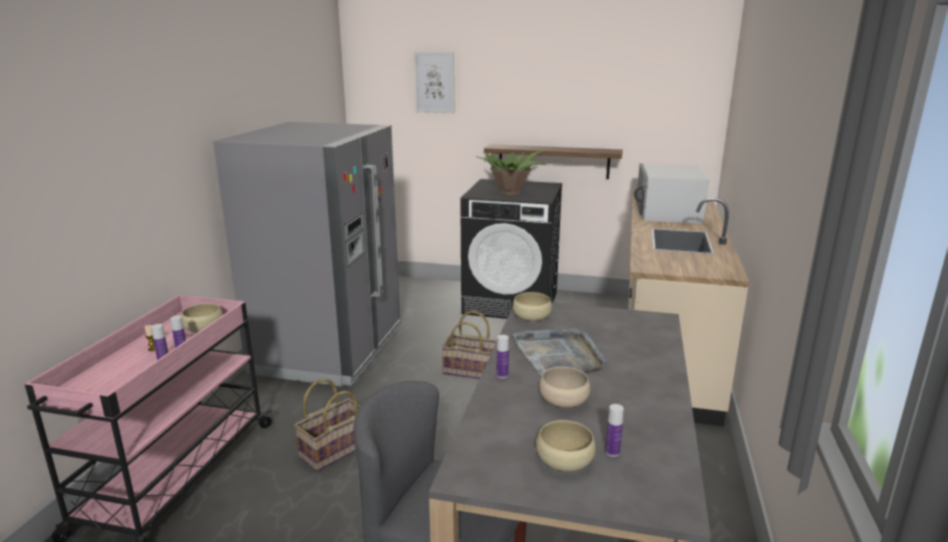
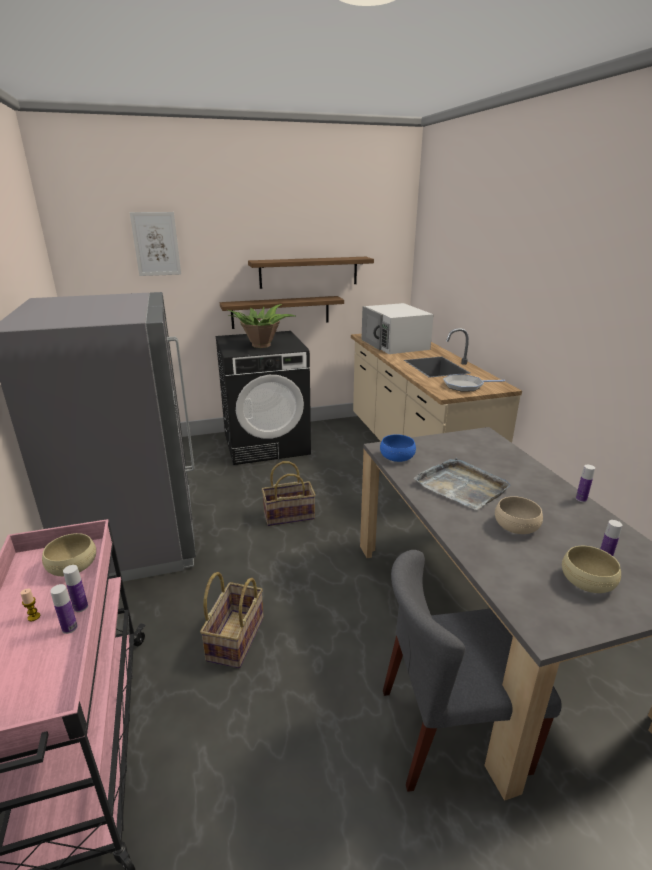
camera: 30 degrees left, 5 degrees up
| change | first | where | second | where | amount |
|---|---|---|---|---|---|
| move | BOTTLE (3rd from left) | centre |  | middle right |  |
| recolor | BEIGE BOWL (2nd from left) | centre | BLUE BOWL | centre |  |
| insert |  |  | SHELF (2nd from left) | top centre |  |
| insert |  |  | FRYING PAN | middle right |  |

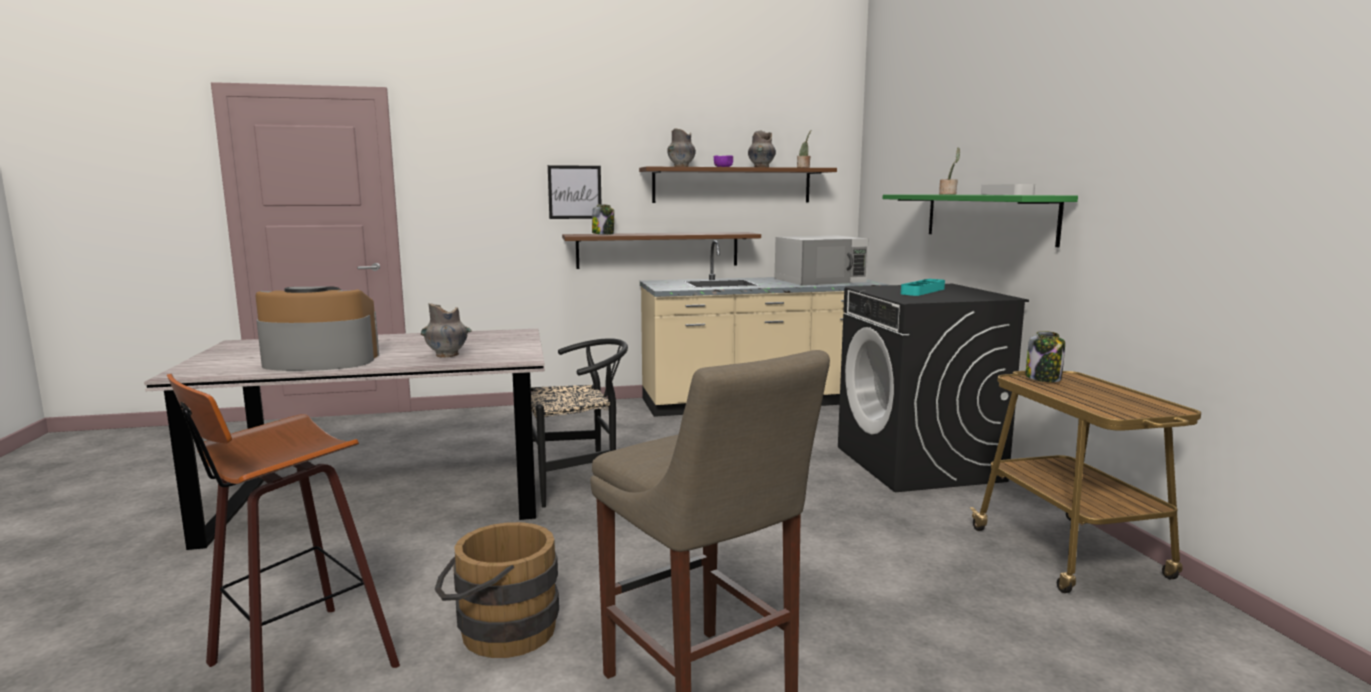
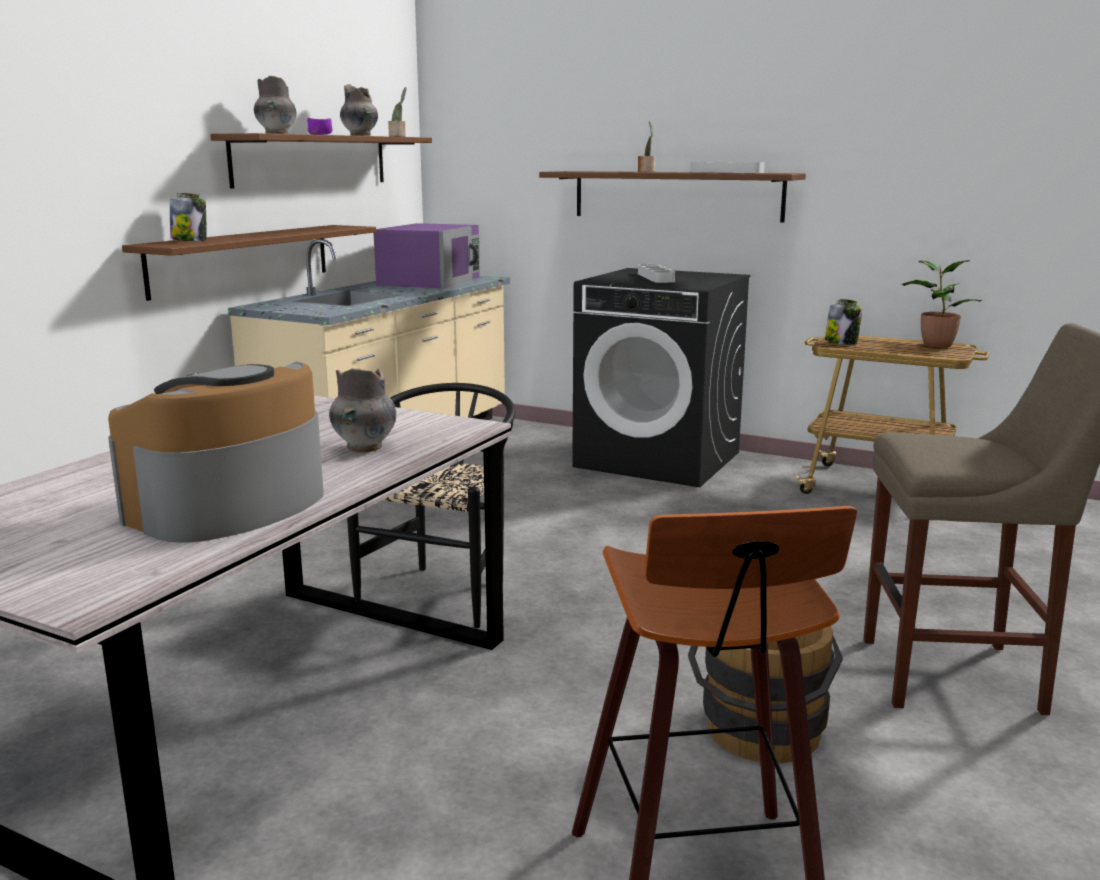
camera: 50 degrees left, 5 degrees up
| change | first | where | second | where | amount |
|---|---|---|---|---|---|
| delete | PICTURE | top centre |  |  |  |
| recolor | WHITE MICROWAVE | centre | PURPLE MICROWAVE | top centre |  |
| recolor | GREEN SHELF | top right | BROWN SHELF (3rd from left) | top centre |  |
| recolor | TURQUOISE TRAY | middle right | GREY TRAY (1st from left) | top centre |  |
| insert |  |  | POTTED PLANT (3rd from left) | middle right |  |

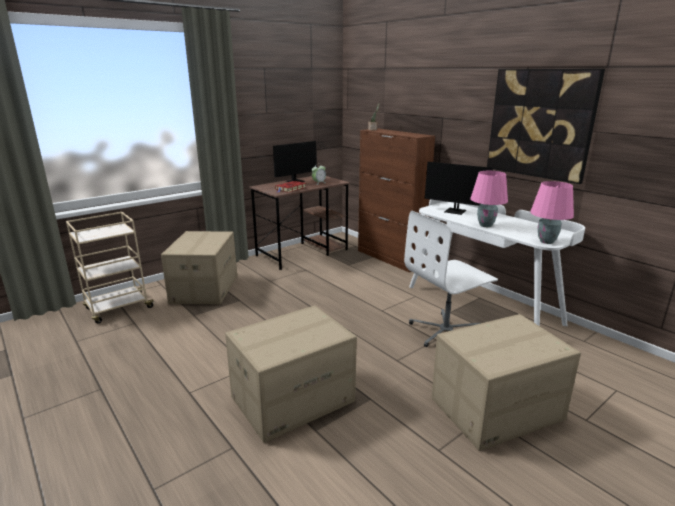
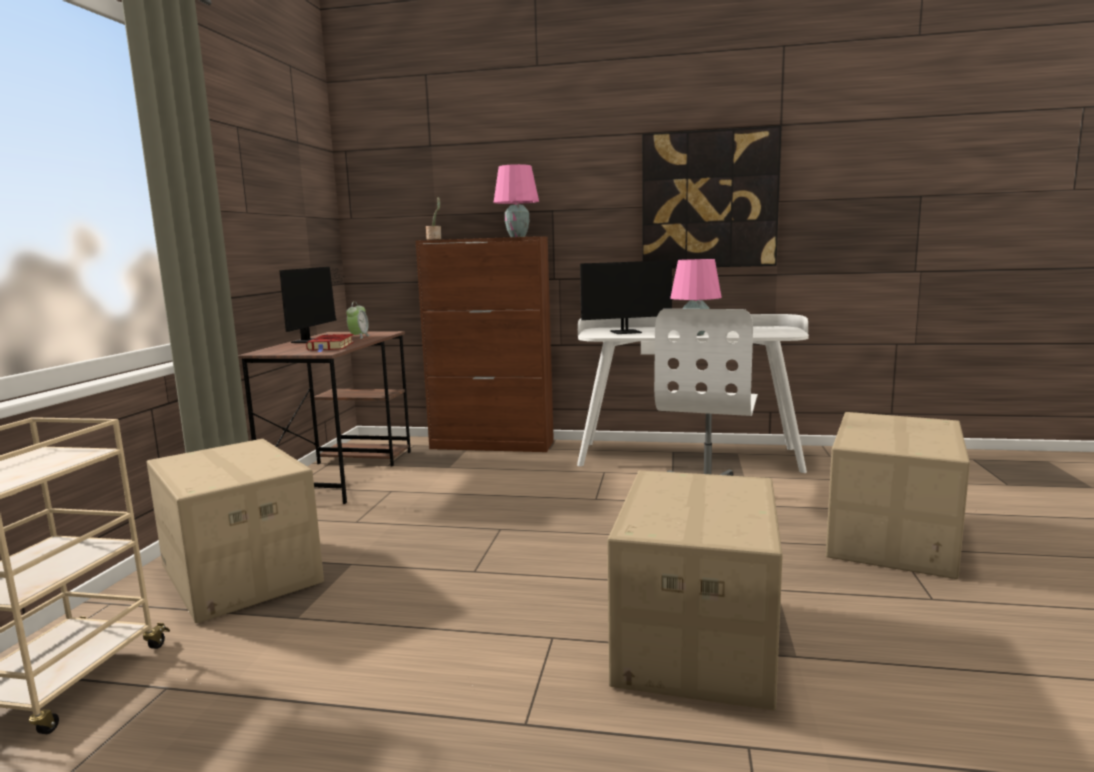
camera: 40 degrees left, 10 degrees down
| change | first | where | second | where | amount |
|---|---|---|---|---|---|
| move | PINK TABLE LAMP (2nd from left in the first image) | middle right | PINK TABLE LAMP (1st from left) | top centre |  |

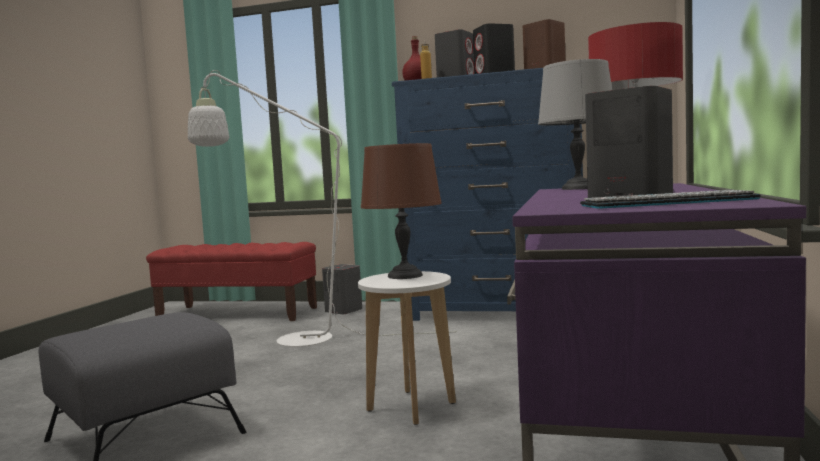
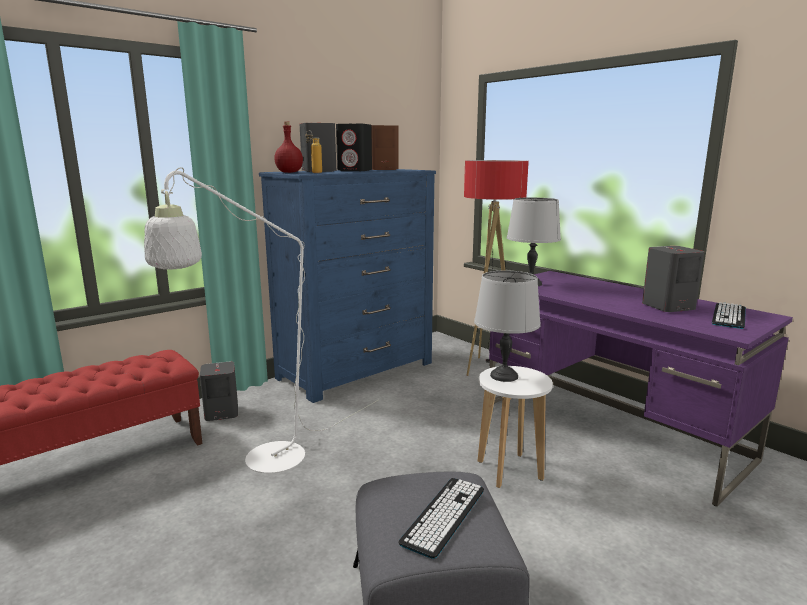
camera: 55 degrees left, 10 degrees up
| change | first | where | second | where | amount |
|---|---|---|---|---|---|
| recolor | BROWN TABLE LAMP | centre | GREY TABLE LAMP (1st from left) | centre |  |
| insert |  |  | KEYBOARD (1st from left) | bottom centre |  |

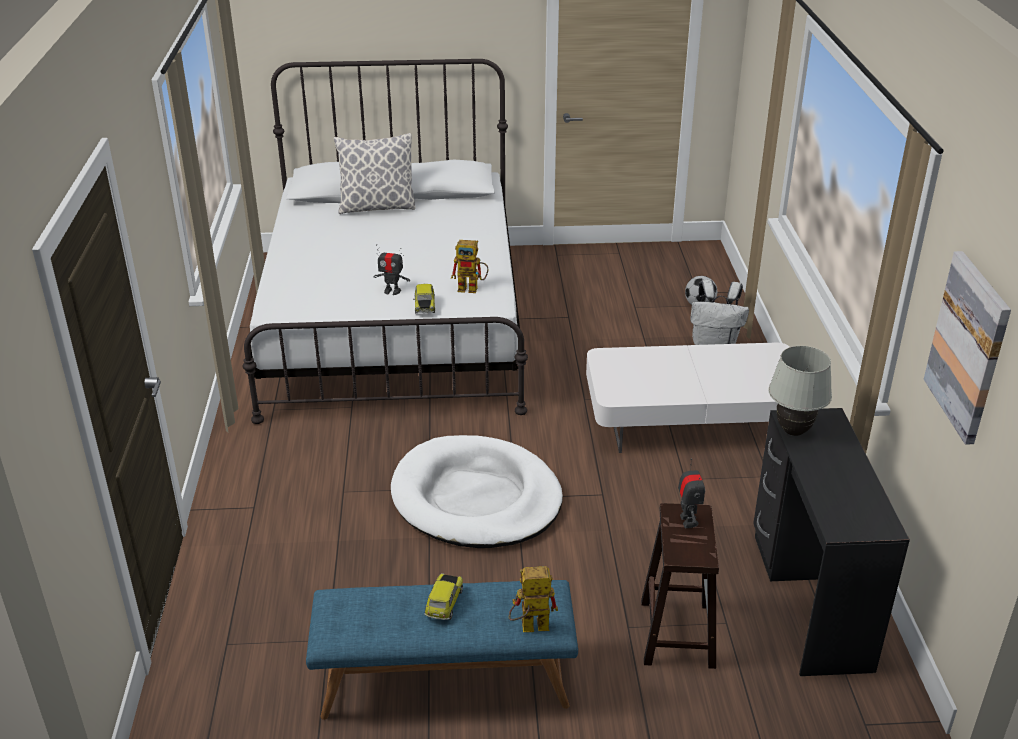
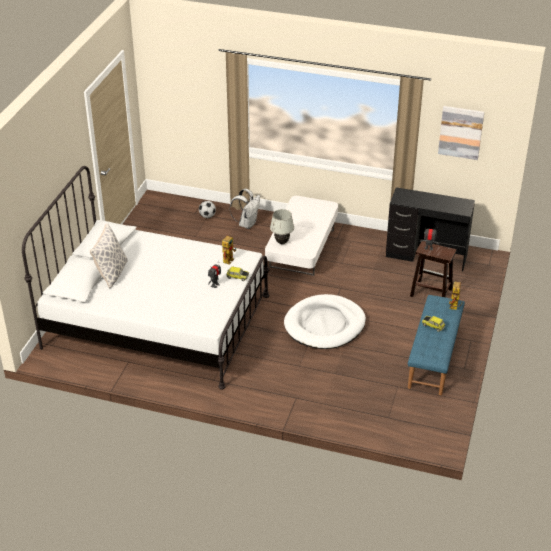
camera: 70 degrees left, 5 degrees up
| change | first | where | second | where | amount |
|---|---|---|---|---|---|
| move | WHITE TABLE LAMP | middle right |  | centre |  |

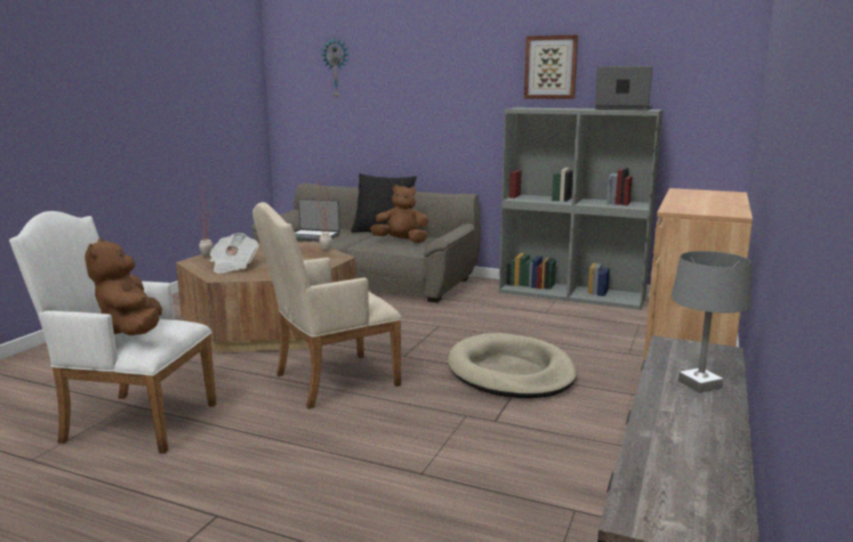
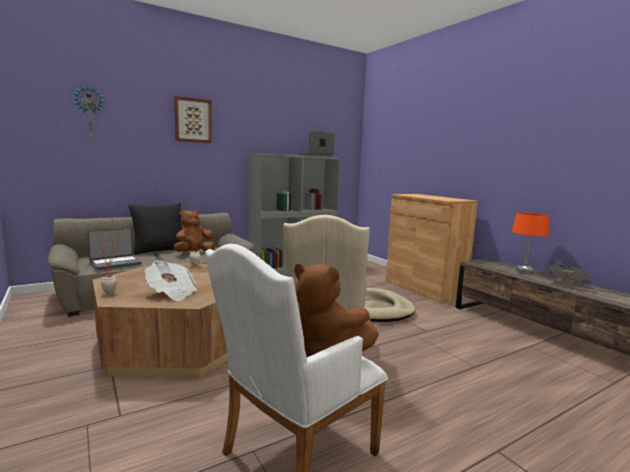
camera: 55 degrees left, 5 degrees down
| change | first | where | second | where | amount |
|---|---|---|---|---|---|
| move | PICTURE | top centre |  | top left |  |
| recolor | GREY TABLE LAMP | middle right | ORANGE TABLE LAMP | middle right |  |
| insert |  |  | NEWSPAPER (2nd from left) | middle right |  |

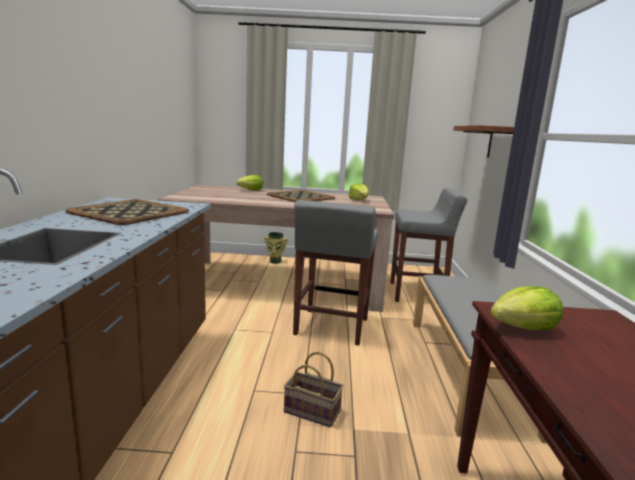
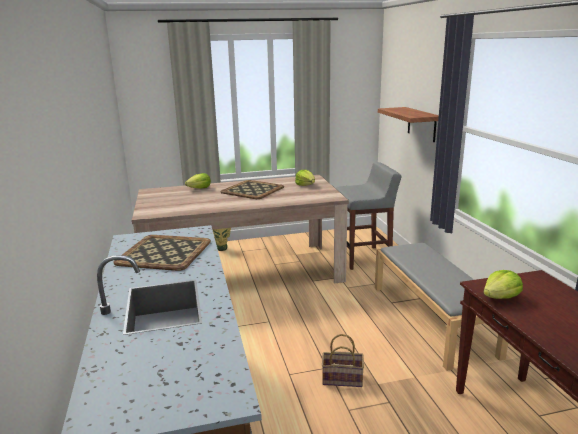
camera: 15 degrees left, 5 degrees up
| change | first | where | second | where | amount |
|---|---|---|---|---|---|
| delete | GREY STOOL (1st from left) | centre |  |  |  |

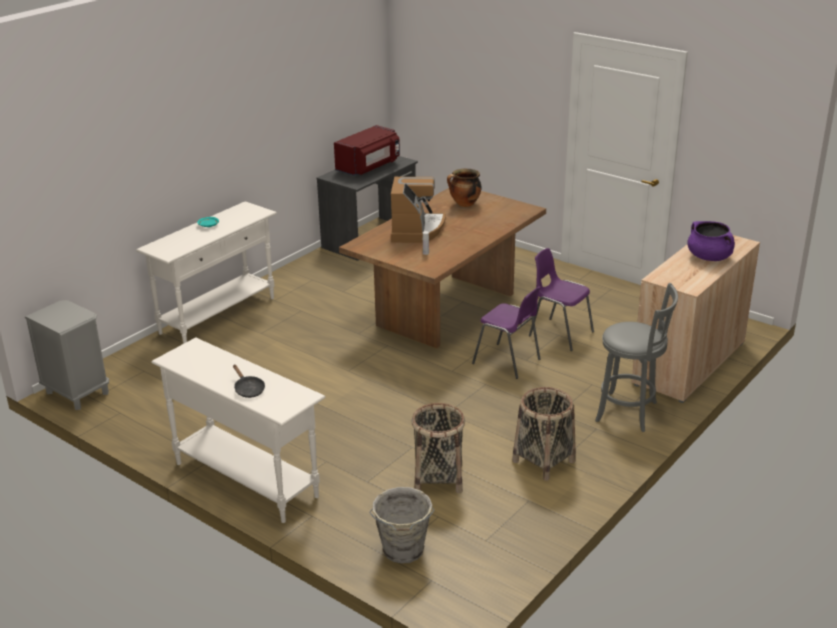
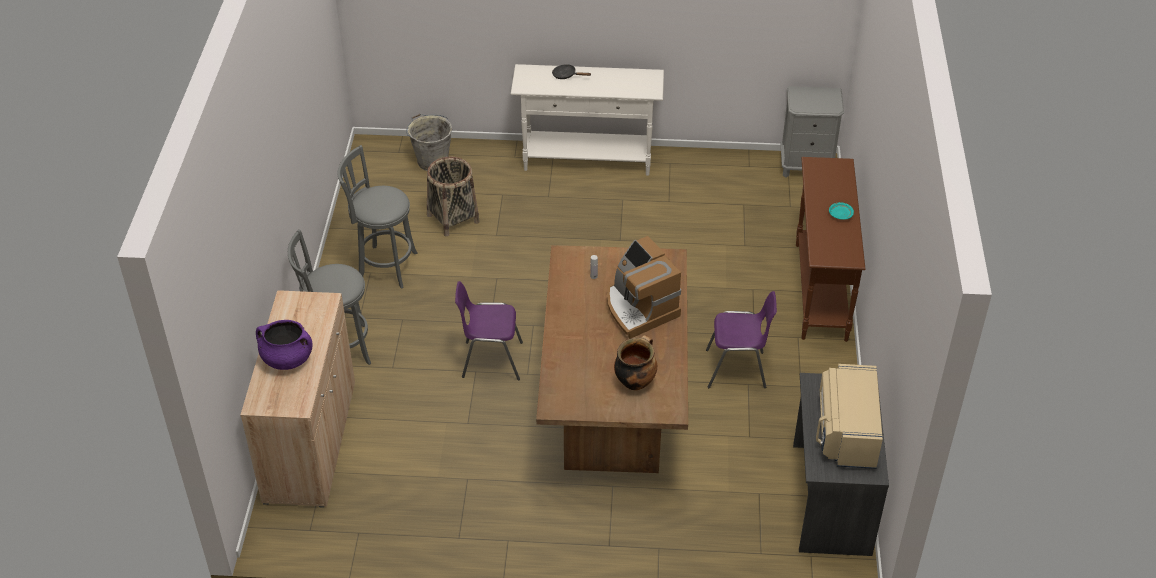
camera: 145 degrees right, 15 degrees up
| change | first | where | second | where | amount |
|---|---|---|---|---|---|
| recolor | WHITE CONSOLE TABLE (1st from left) | middle left | BROWN CONSOLE TABLE | middle right |  |
| recolor | RED MICROWAVE | top centre | BEIGE MICROWAVE | bottom right |  |
| replace | BASKET (2nd from left) | bottom centre | GREY STOOL (2nd from left) | middle left |  |
| move | PURPLE CHAIR (2nd from left) | middle right |  | centre |  |

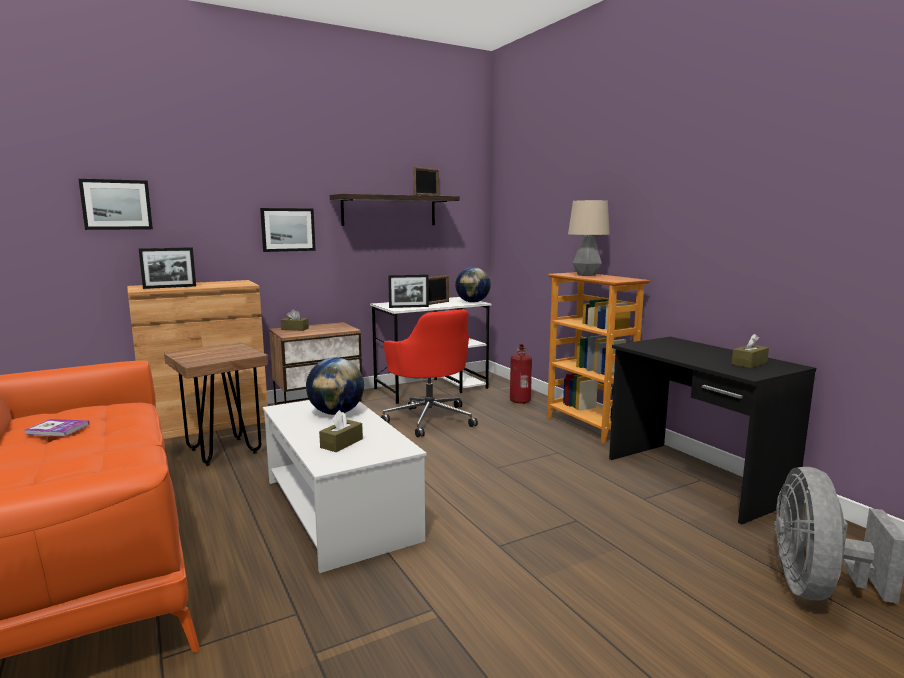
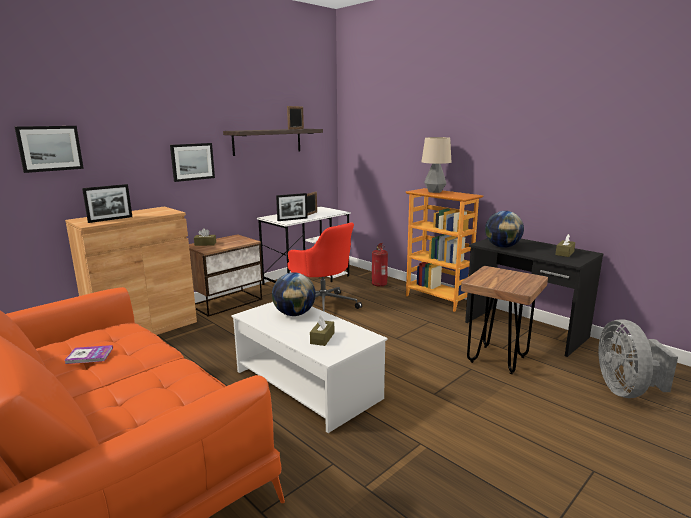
camera: 15 degrees left, 5 degrees up
| change | first | where | second | where | amount |
|---|---|---|---|---|---|
| move | BROWN STOOL | middle left |  | middle right |  |
| move | GLOBE (2nd from left) | centre |  | middle right |  |

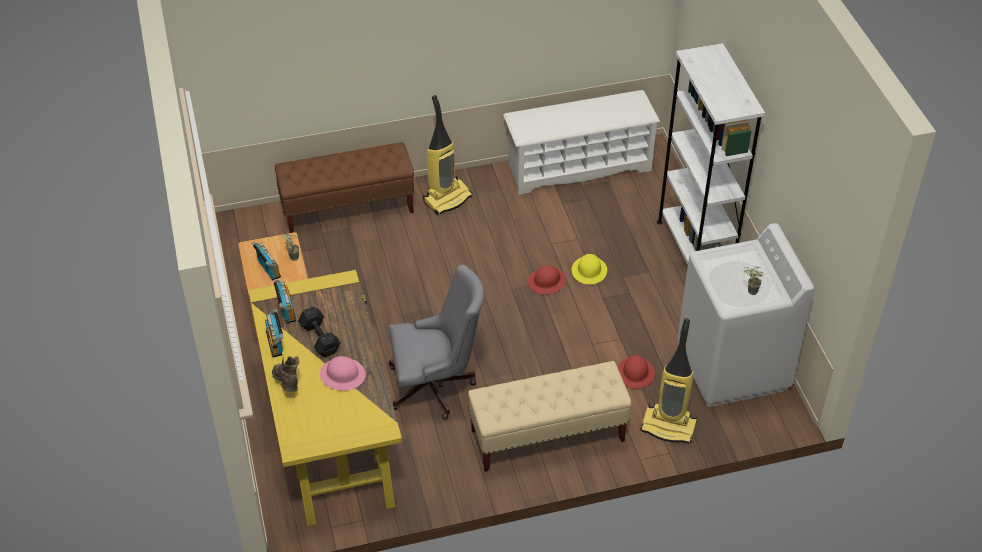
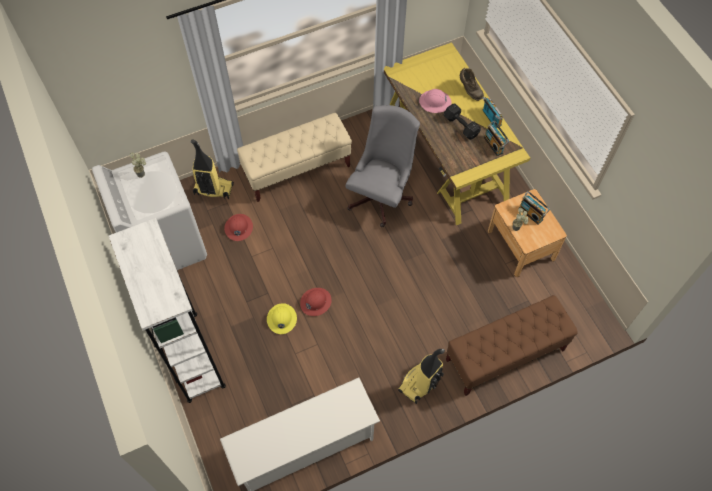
camera: 170 degrees right, 15 degrees up
| change | first | where | second | where | amount |
|---|---|---|---|---|---|
| rotate | GREY OFFICE CHAIR | centre |  | centre | 135 degrees clockwise |

